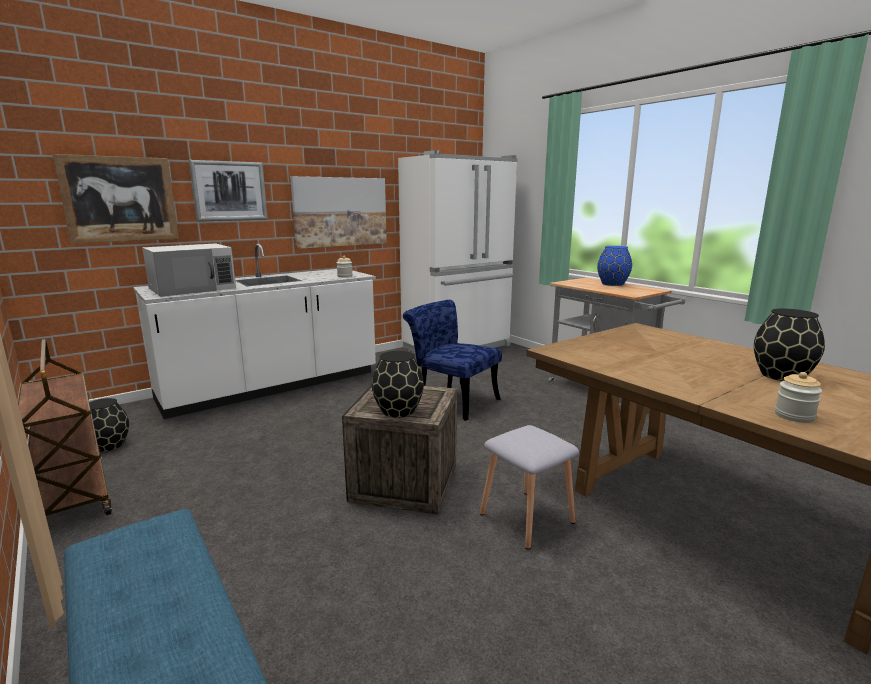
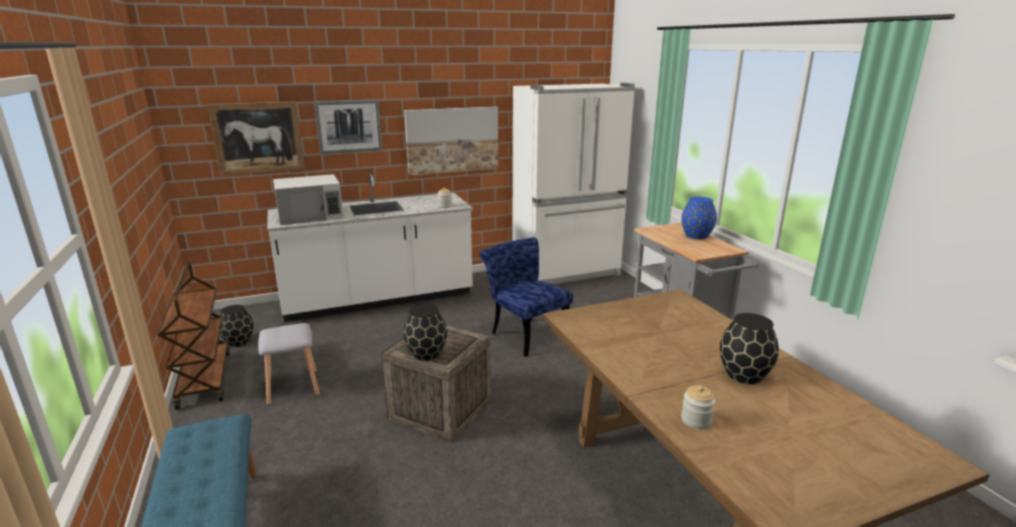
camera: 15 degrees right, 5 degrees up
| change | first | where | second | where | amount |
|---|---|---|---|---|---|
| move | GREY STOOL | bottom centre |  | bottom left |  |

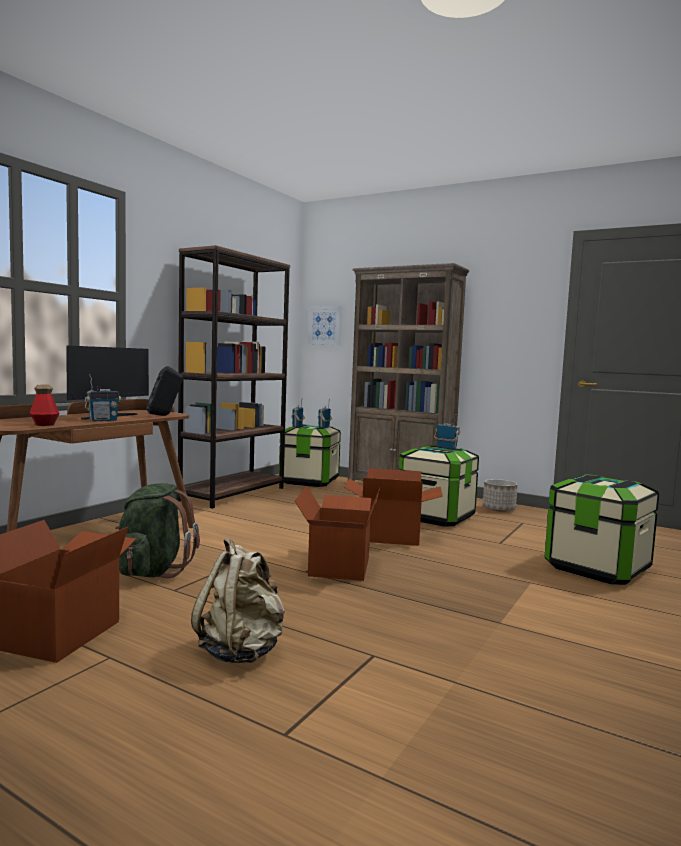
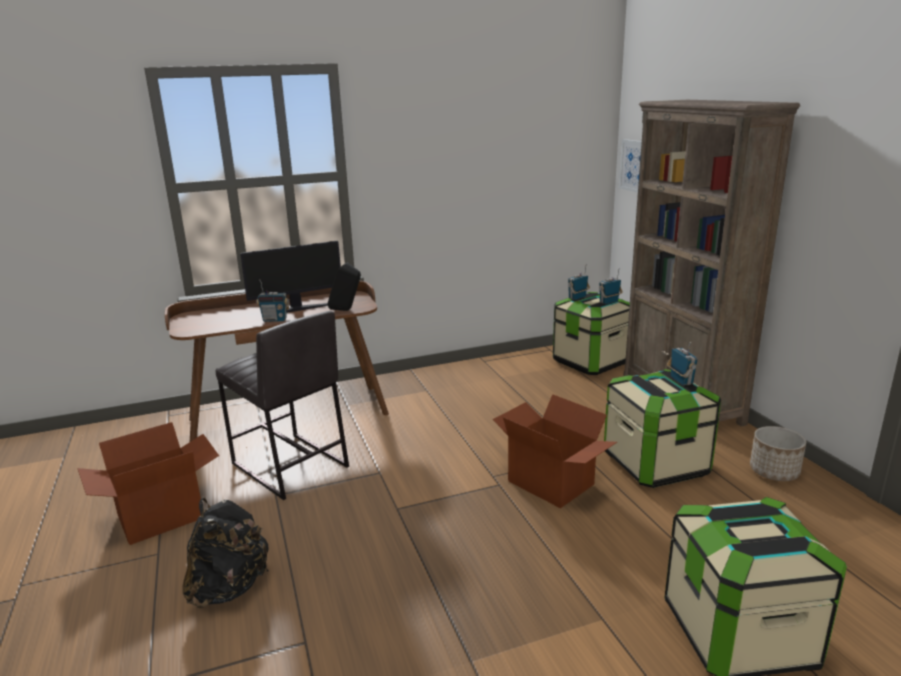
camera: 40 degrees right, 15 degrees up
| change | first | where | second | where | amount |
|---|---|---|---|---|---|
| delete | BOTTLE | middle left |  |  |  |
| replace | GREEN BACKPACK | middle left | GREY STOOL | middle left |  |
| delete | BROWN BOOKCASE (1st from left) | centre |  |  |  |
| recolor | BEIGE BACKPACK | bottom centre | BLACK BACKPACK | bottom left |  |
| delete | CARDBOARD BOX (2nd from left) | centre |  |  |  |

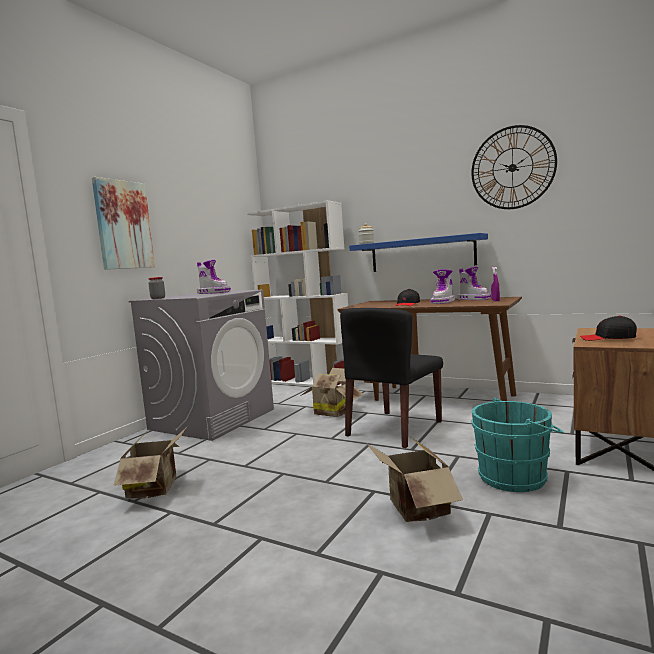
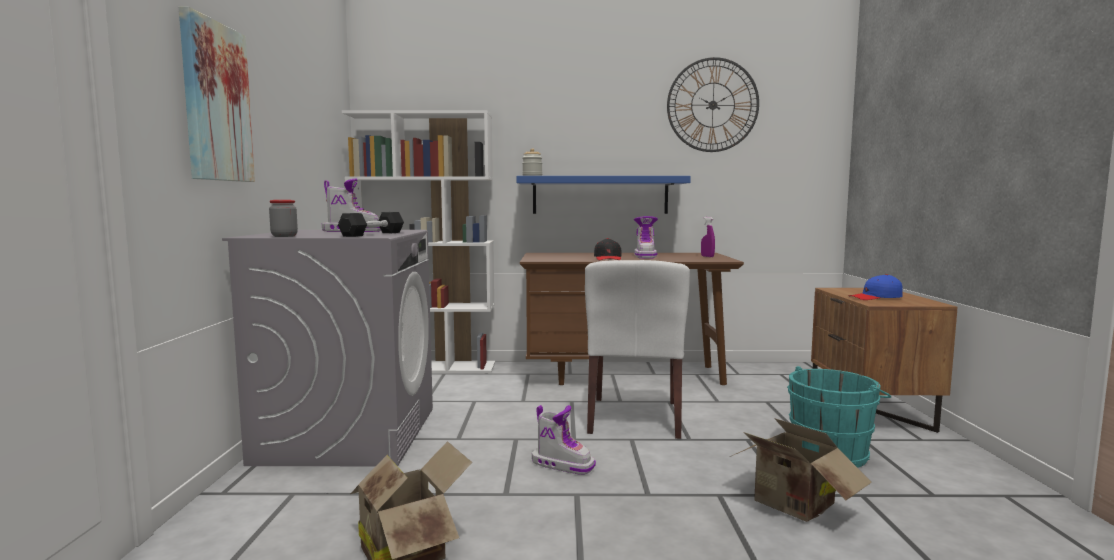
camera: 30 degrees left, 0 degrees up
| change | first | where | second | where | amount |
|---|---|---|---|---|---|
| delete | CARDBOARD BOX (2nd from left) | centre |  |  |  |
| recolor | BLACK CHAIR | centre | WHITE CHAIR | centre |  |
| move | BOOT (3rd from left in the first image) | middle right | BOOT (2nd from left) | bottom centre |  |
| recolor | BLACK CAP (2nd from left) | middle right | BLUE CAP | middle right |  |
| insert |  |  | BLACK DUMBBELL | middle left |  |

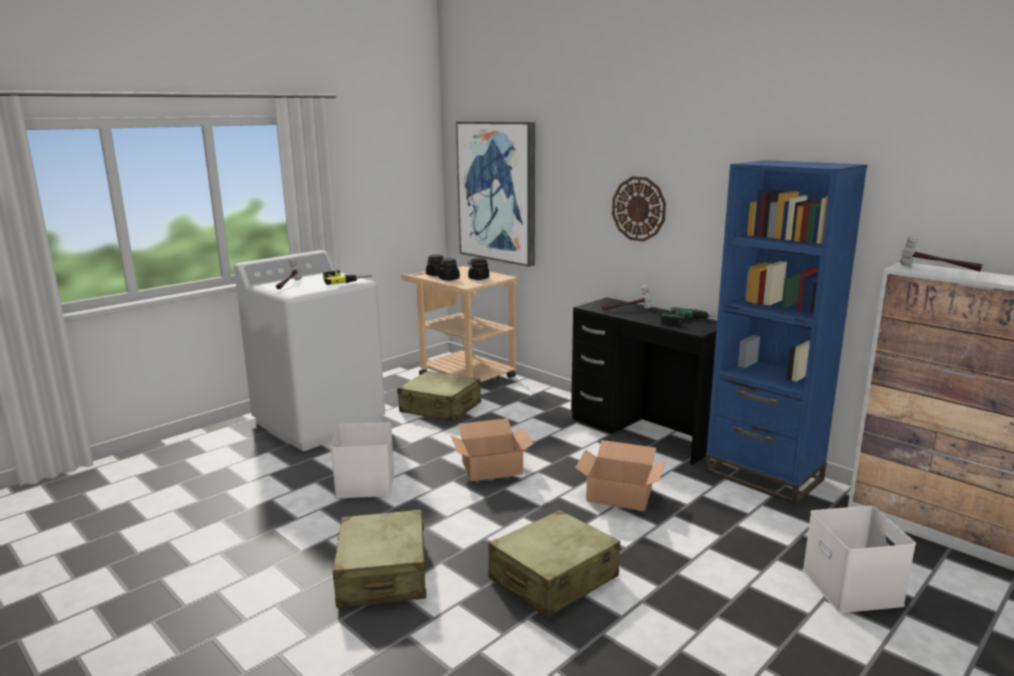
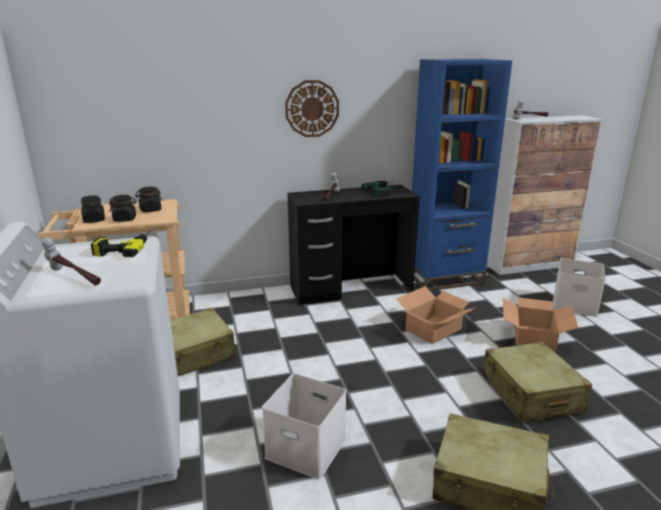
camera: 60 degrees left, 5 degrees up
| change | first | where | second | where | amount |
|---|---|---|---|---|---|
| move | CARDBOARD BOX (1st from left in the first image) | centre | CARDBOARD BOX (2nd from left) | middle right |  |
| delete | PICTURE | top centre |  |  |  |

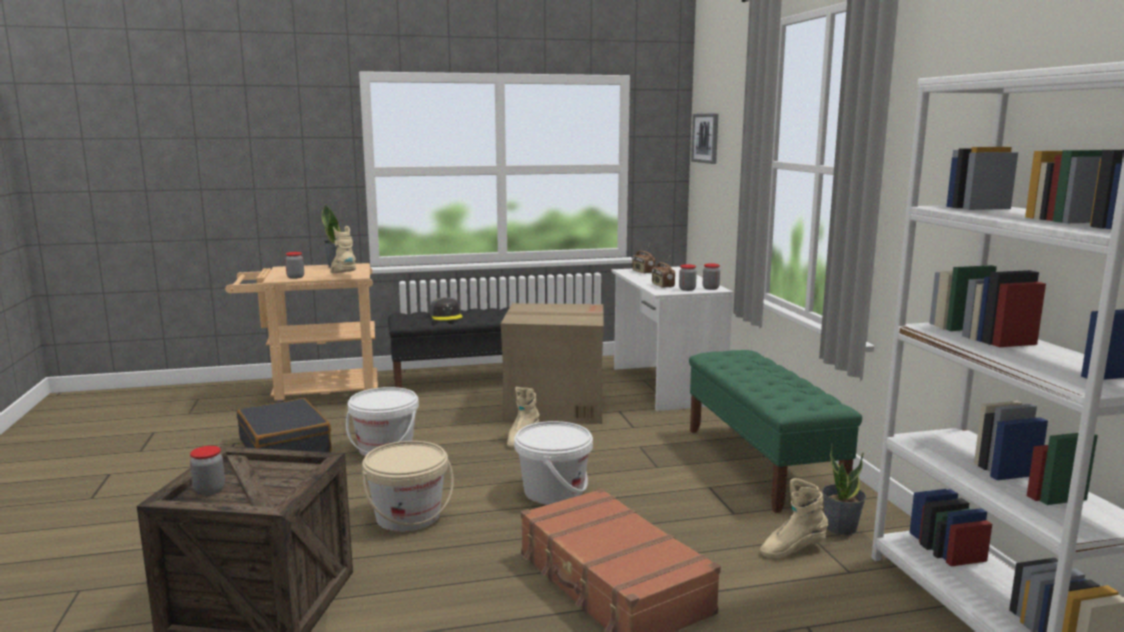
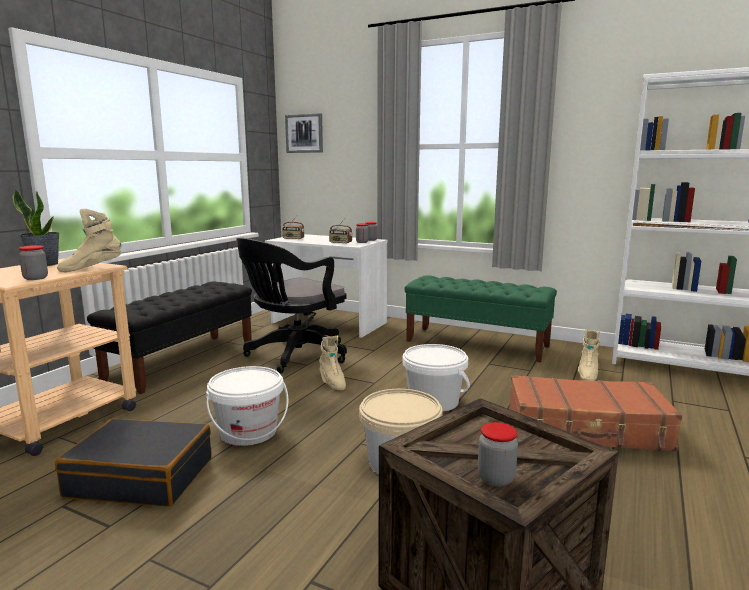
camera: 50 degrees left, 0 degrees up
| change | first | where | second | where | amount |
|---|---|---|---|---|---|
| rotate | BEIGE BOOT (1st from left) | middle left |  | middle left | 45 degrees counterclockwise |
| delete | GREY CAP | centre |  |  |  |
| replace | CARDBOARD BOX | centre | BLACK OFFICE CHAIR | centre |  |
| delete | POTTED PLANT (2nd from left) | bottom right |  |  |  |

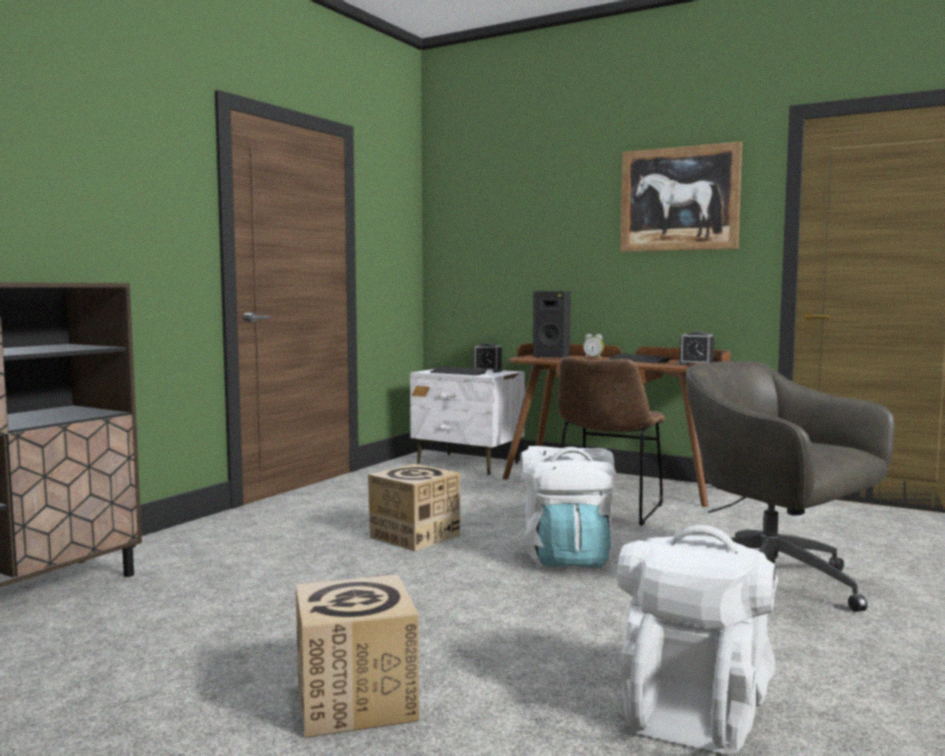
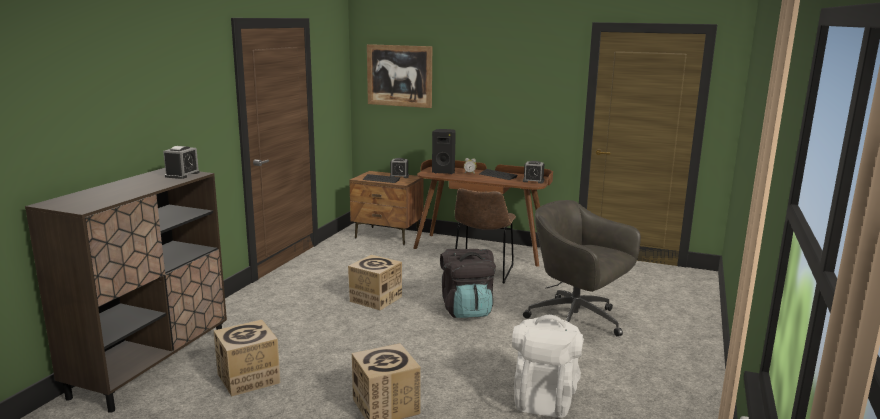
camera: 10 degrees left, 10 degrees up
| change | first | where | second | where | amount |
|---|---|---|---|---|---|
| recolor | WHITE NIGHTSTAND | centre | BROWN NIGHTSTAND | centre |  |
| recolor | WHITE BACKPACK (1st from left) | bottom centre | BLACK BACKPACK | bottom centre |  |
| move | PICTURE | top right |  | top centre |  |
| insert |  |  | ALARM CLOCK (1st from left) | middle left |  |
| insert |  |  | CARDBOARD BOX (1st from left) | bottom left |  |

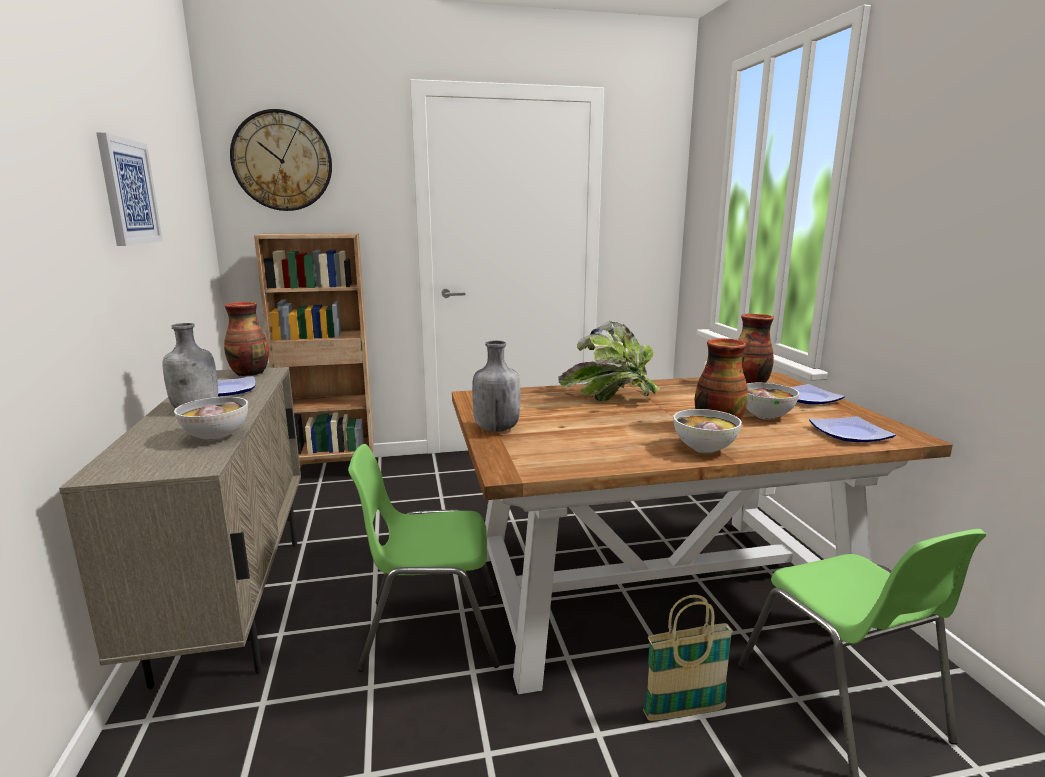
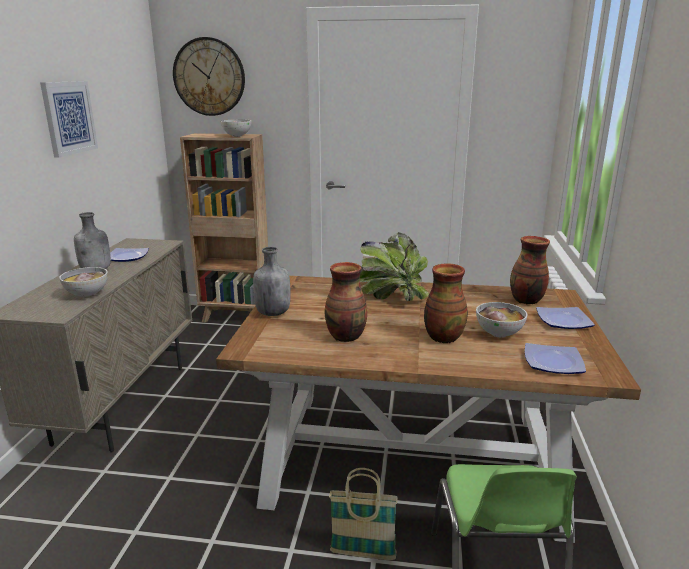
camera: 20 degrees right, 5 degrees up
| change | first | where | second | where | amount |
|---|---|---|---|---|---|
| move | VASE (1st from left) | middle left |  | centre |  |
| delete | GREEN CHAIR (1st from left) | bottom centre |  |  |  |
| move | BOWL (2nd from left) | middle right |  | top centre |  |

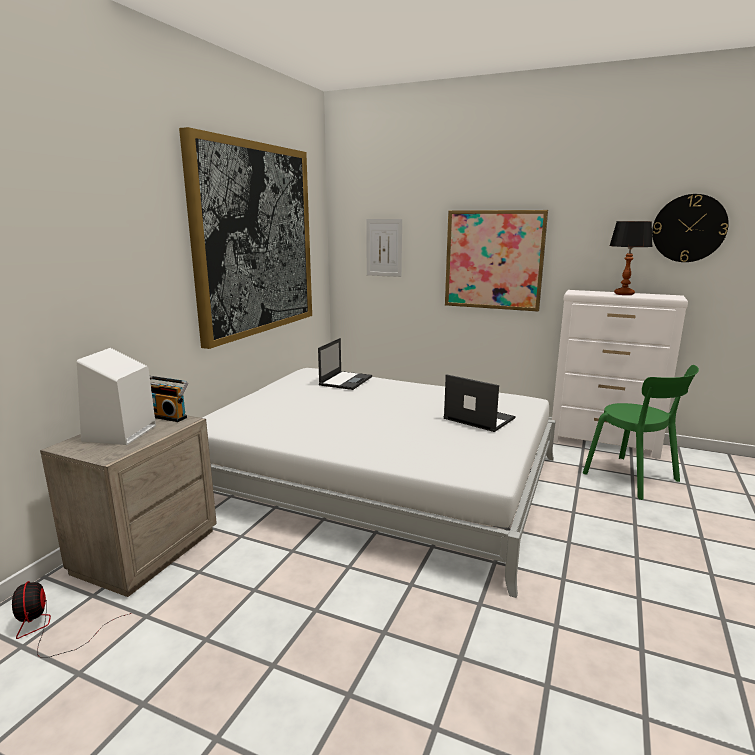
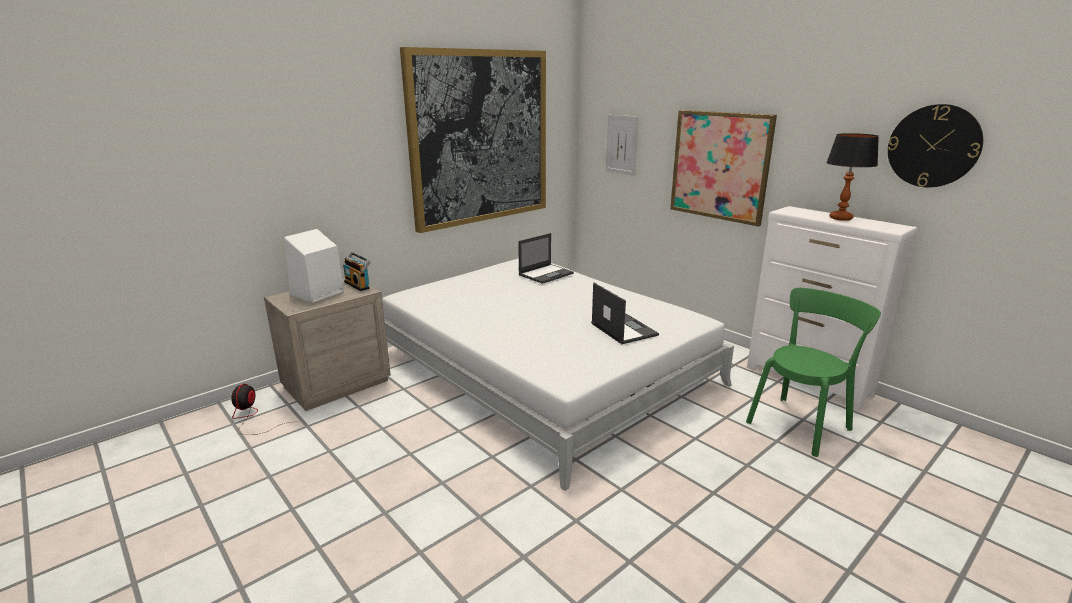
camera: 25 degrees right, 5 degrees up
| change | first | where | second | where | amount |
|---|---|---|---|---|---|
| rotate | GREEN CHAIR | middle right |  | middle right | 120 degrees counterclockwise |

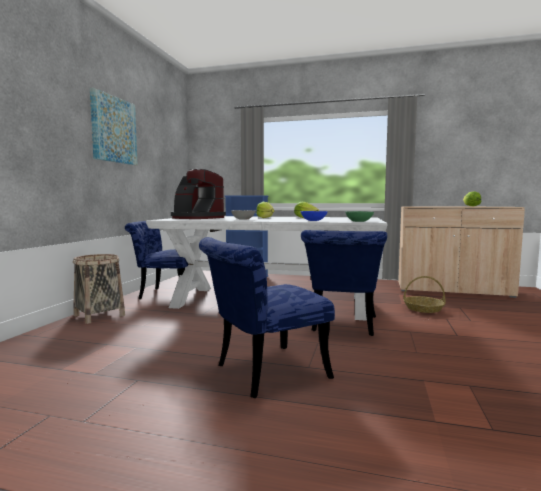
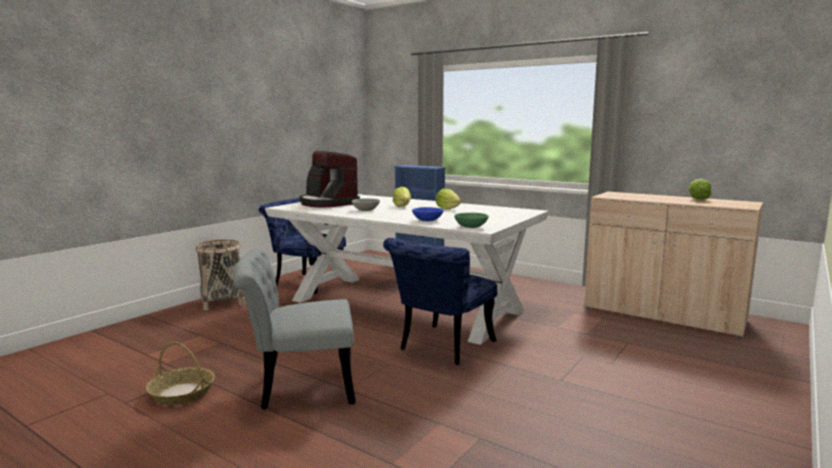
camera: 20 degrees right, 5 degrees up
| change | first | where | second | where | amount |
|---|---|---|---|---|---|
| delete | PICTURE | top left |  |  |  |
| recolor | BLUE CHAIR (2nd from left) | centre | GREY CHAIR | bottom centre |  |
| move | BASKET (2nd from left in the first image) | middle right | BASKET (1st from left) | bottom left |  |

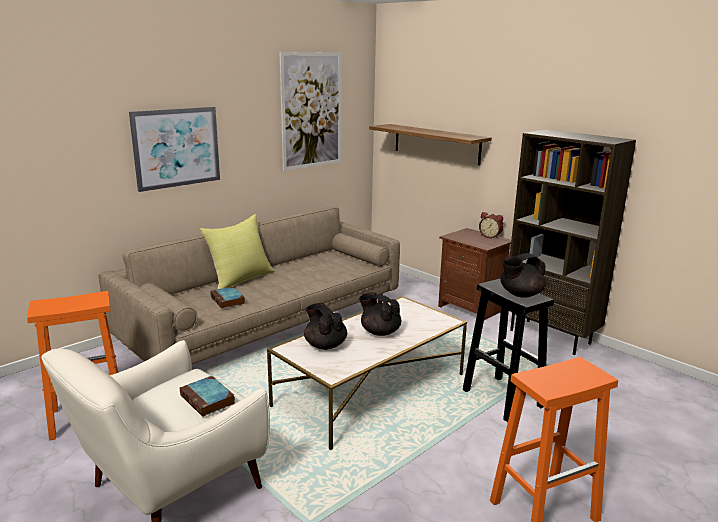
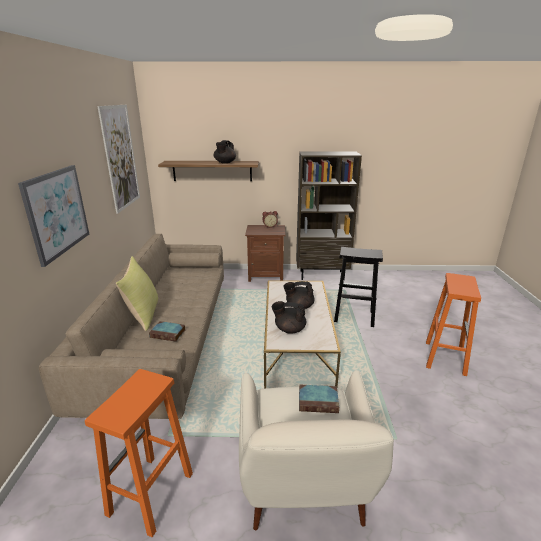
camera: 45 degrees left, 5 degrees up
| change | first | where | second | where | amount |
|---|---|---|---|---|---|
| move | BLACK TEAPOT (3rd from left in the first image) | middle right | BLACK TEAPOT (1st from left) | top centre |  |

